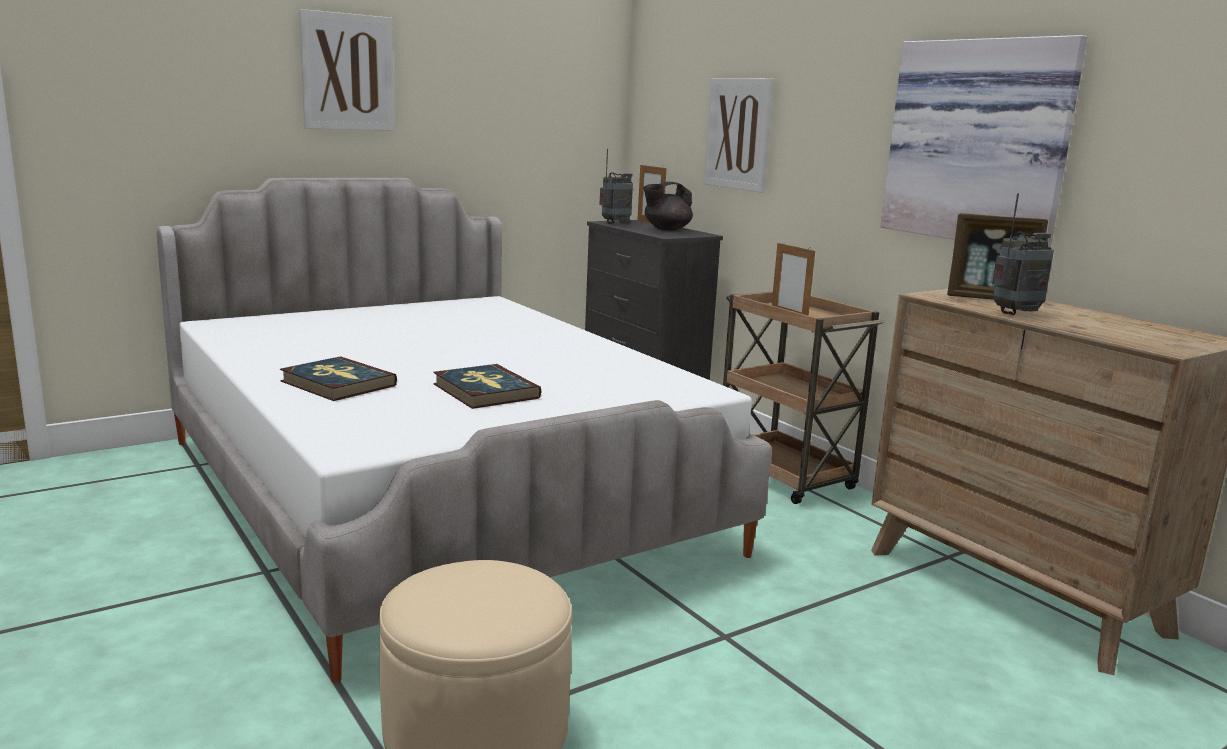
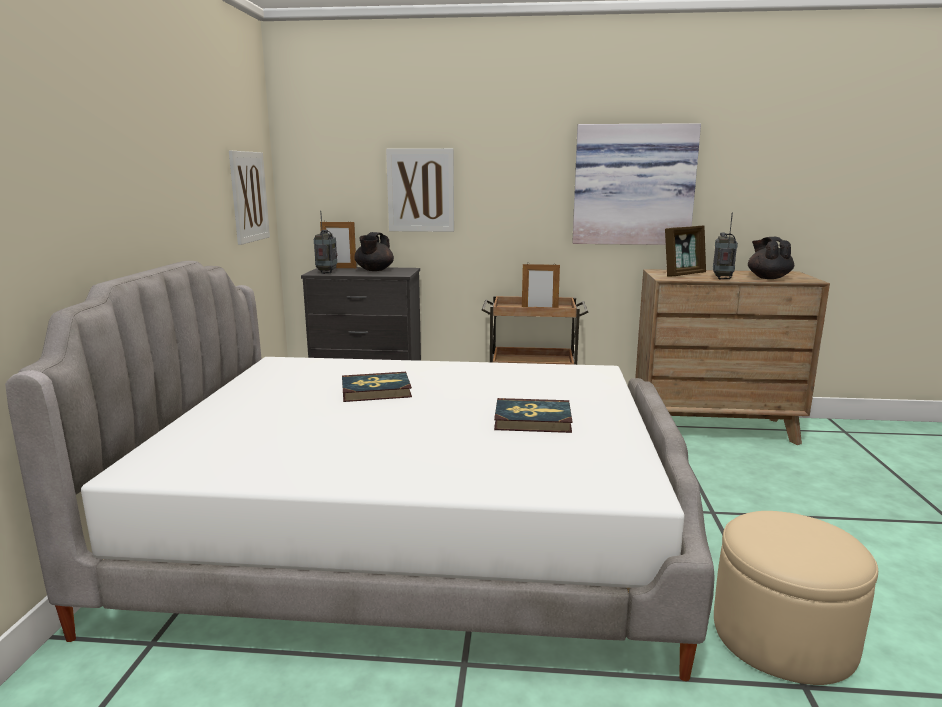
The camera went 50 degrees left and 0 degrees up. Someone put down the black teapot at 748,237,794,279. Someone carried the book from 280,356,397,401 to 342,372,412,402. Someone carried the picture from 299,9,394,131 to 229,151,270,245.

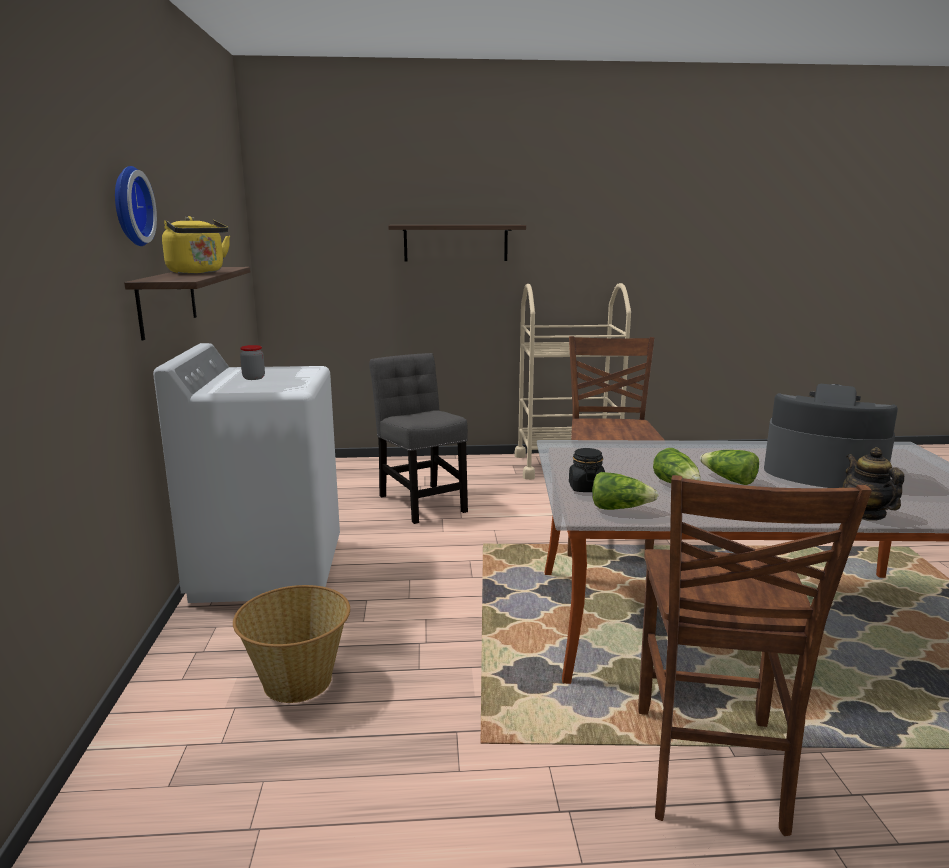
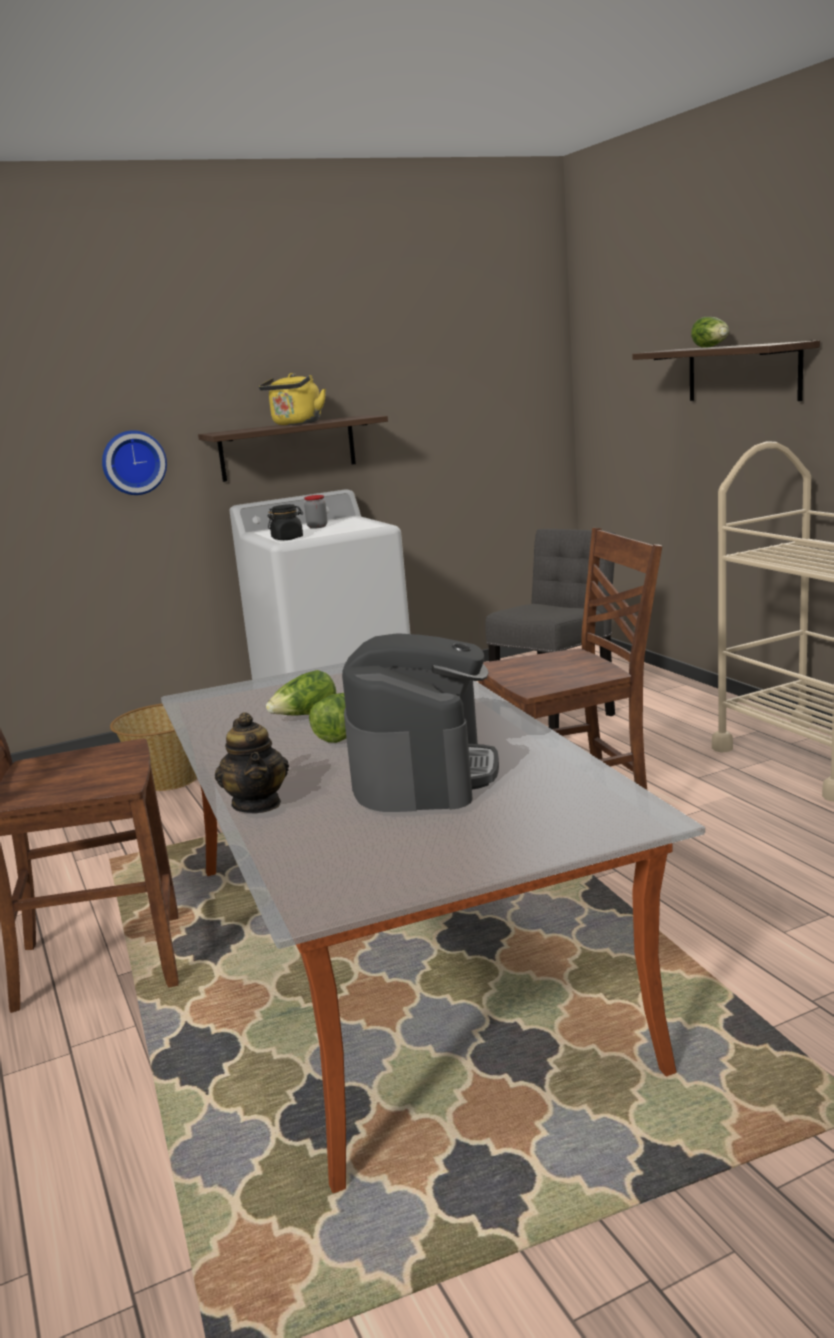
The camera went 70 degrees right and 0 degrees up. Someone carried the wall clock from 115,166,157,246 to 102,430,167,495. Someone carried the black jar from 569,448,605,492 to 268,504,303,540. Someone carried the lettuce from 592,472,659,510 to 691,317,729,347. Someone rotated the teapot at 843,447,904,521 by 105 degrees clockwise.

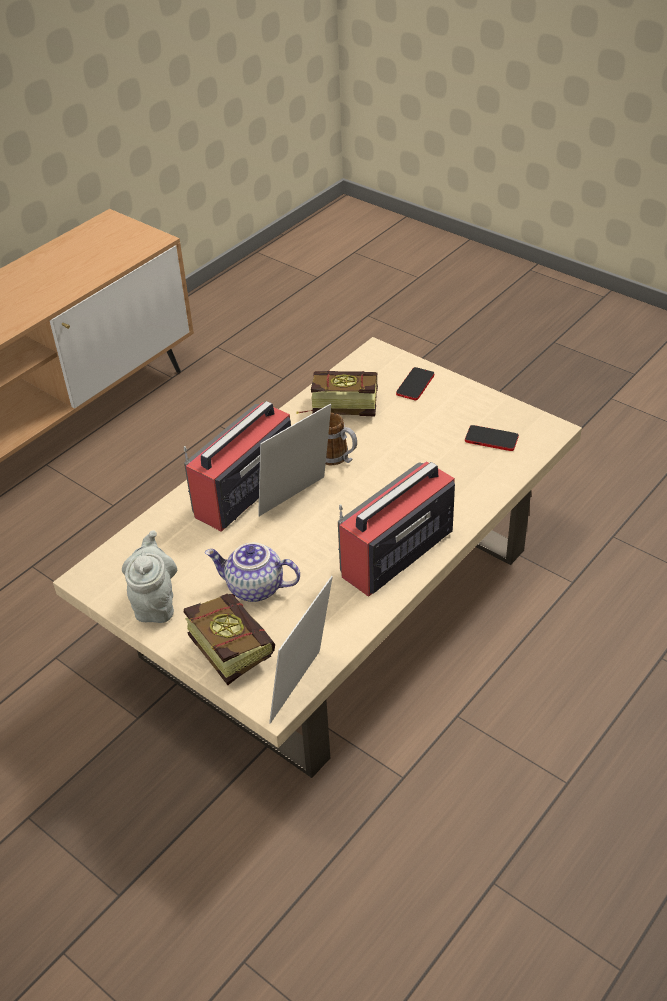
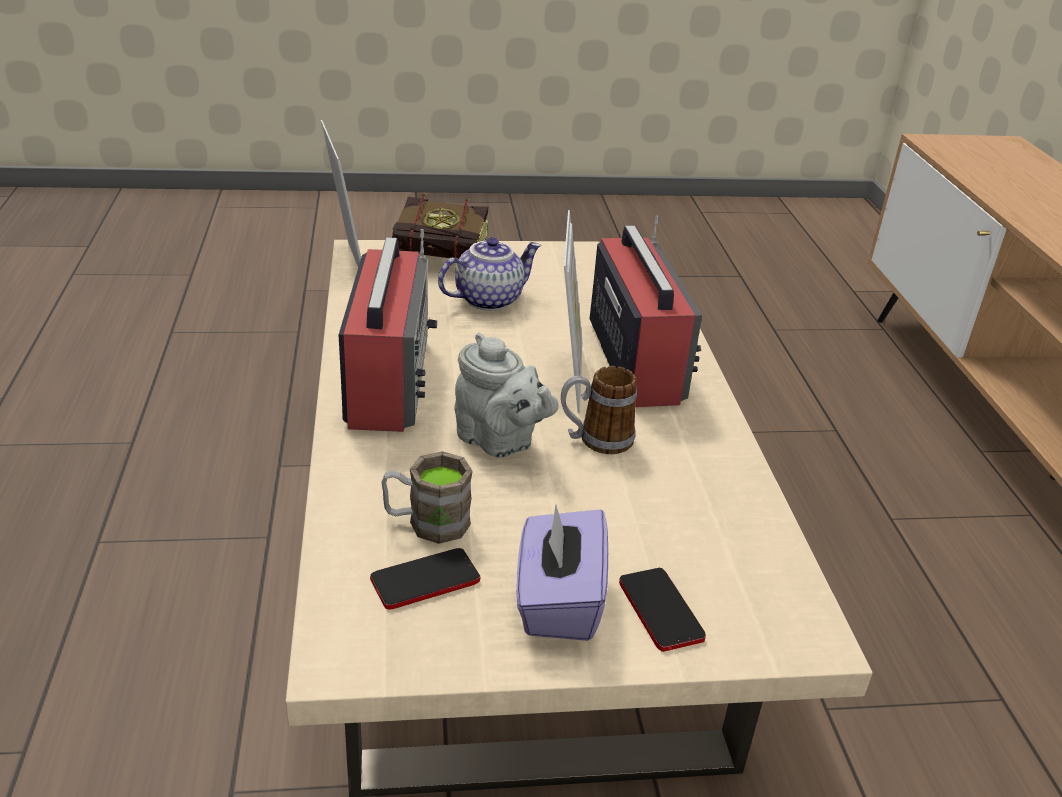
The camera went 130 degrees right and 10 degrees down. Someone took away the book at 296,371,378,416. Someone put down the brown mug at 381,451,473,544. Someone put down the purple tissue box at 516,504,608,641. Someone carried the grey teapot from 122,530,177,623 to 454,333,558,458.

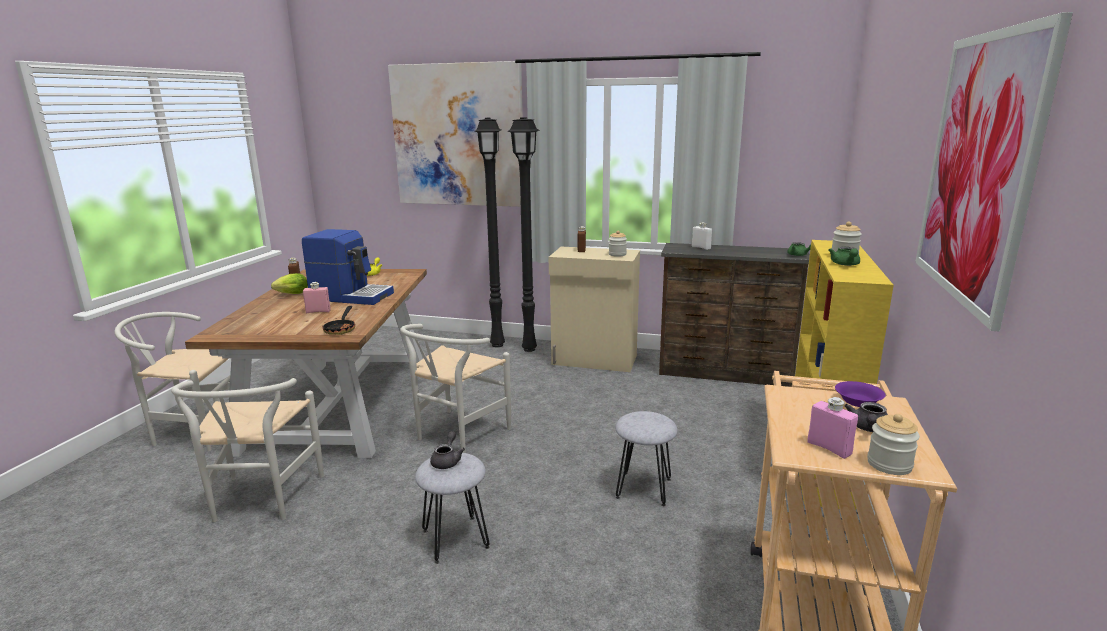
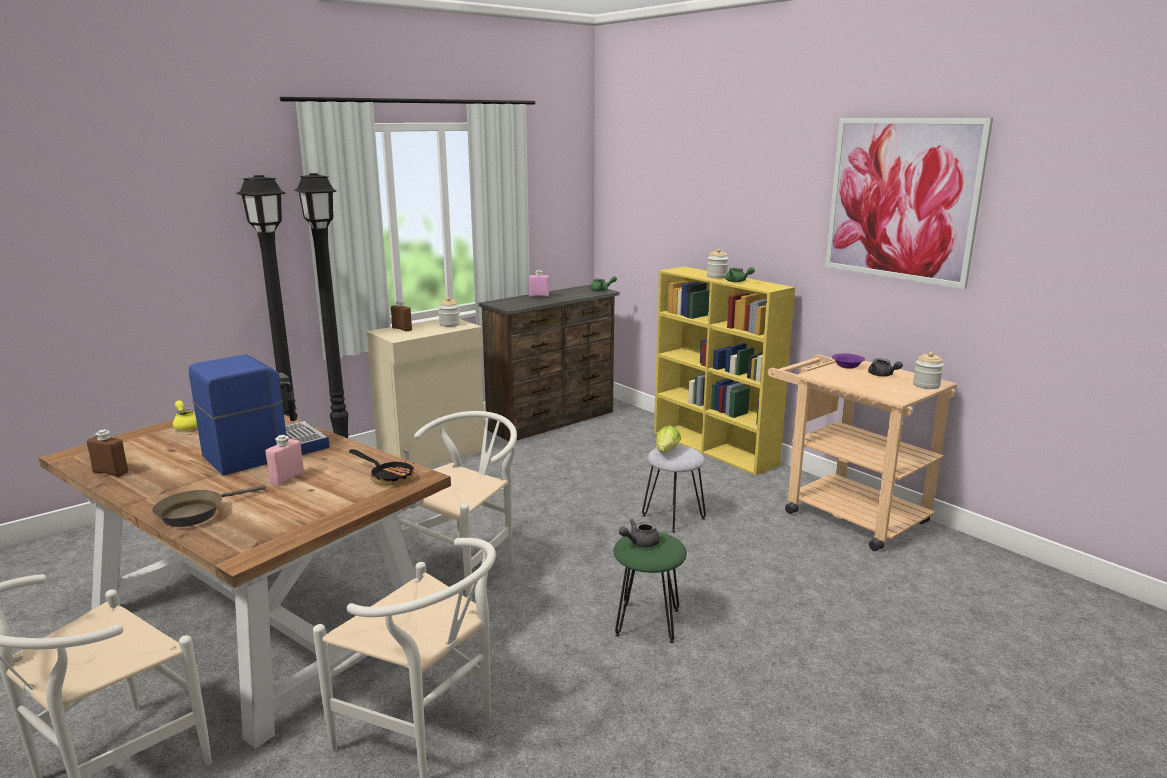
The camera went 55 degrees left and 0 degrees up. Someone took away the picture at 388,61,523,207. Someone took away the white bottle at 692,222,712,250. Someone put down the brown frying pan at 152,485,266,527. Someone carried the lettuce from 271,273,308,294 to 656,425,681,453. Someone carried the pink bottle from 807,397,858,459 to 529,270,549,297. Someone repainted the grey stool at 415,453,489,564, which became the green stool at 614,532,687,643. Someone rotated the white chair at 400,324,511,453 by 120 degrees counterclockwise. Someone rotated the grey teapot at 430,431,465,469 by 75 degrees counterclockwise.

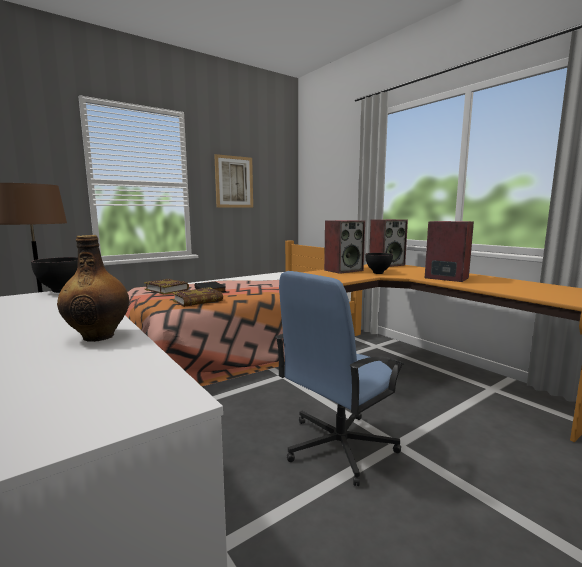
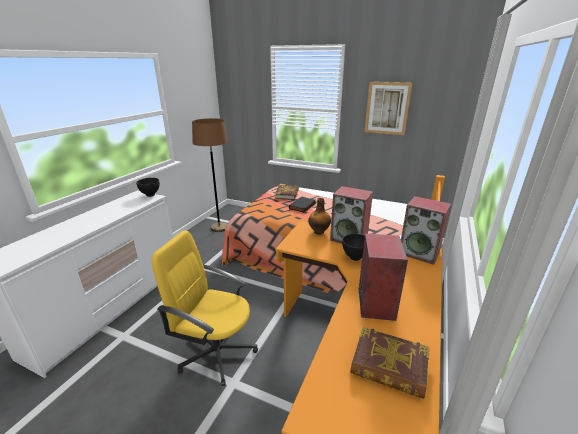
The camera went 60 degrees right and 15 degrees up. Someone carried the bottle from 57,235,129,342 to 308,198,331,234. Someone carried the book from 172,287,223,307 to 350,327,430,399. Someone repainted the blue office chair at 275,271,405,486, which became the yellow office chair at 152,230,258,386.

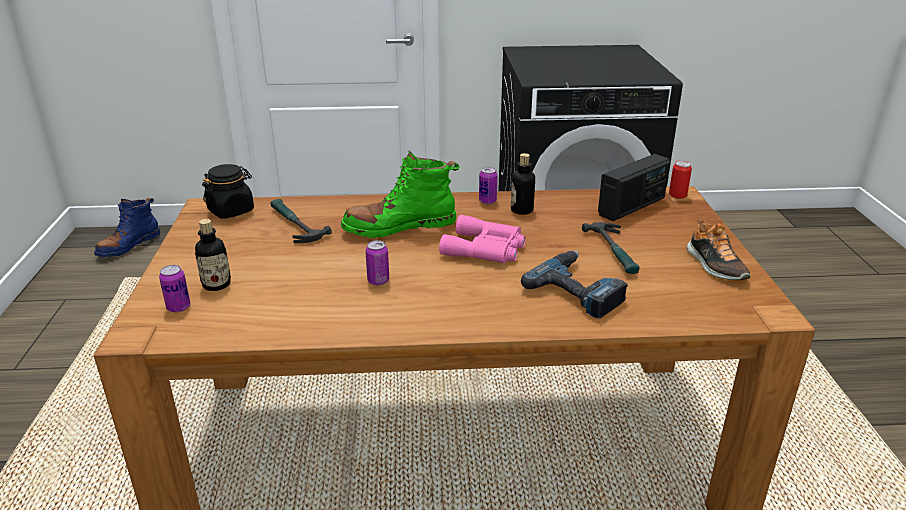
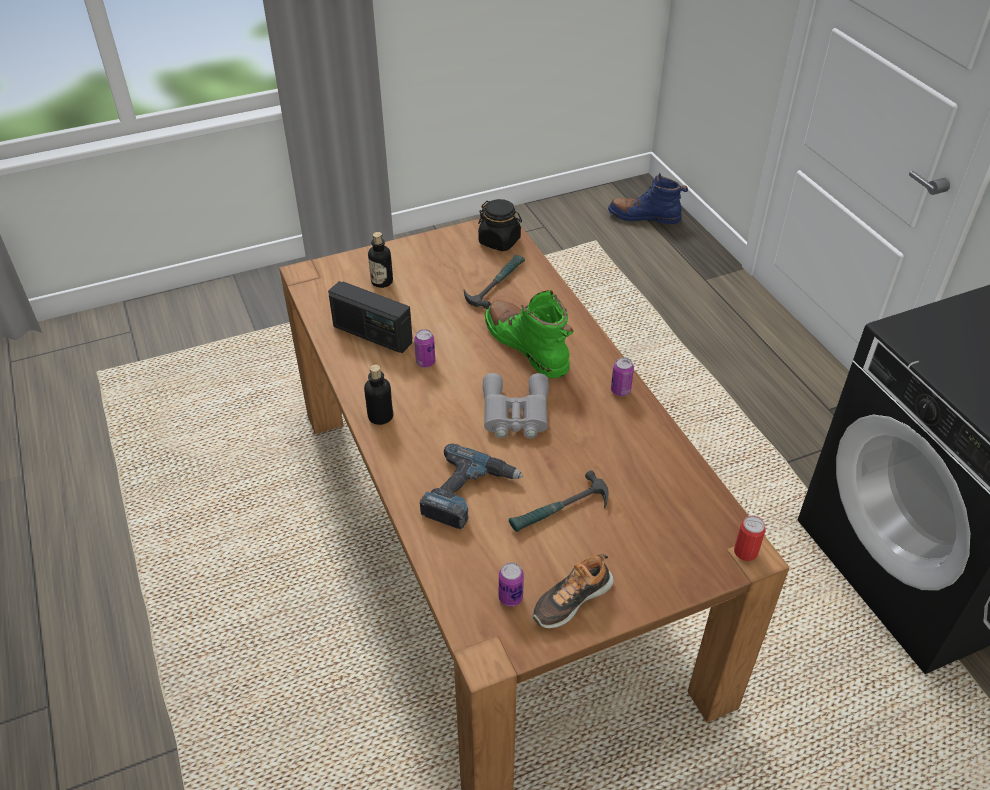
The camera went 70 degrees right and 15 degrees up. Someone carried the can from 159,265,190,312 to 499,562,524,607. Someone carried the bottle from 511,153,535,215 to 364,365,393,425. Someone carried the radio from 598,154,670,221 to 328,281,412,353. Someone repainted the pink binoculars at 439,215,526,263, which became the grey binoculars at 483,373,549,438.

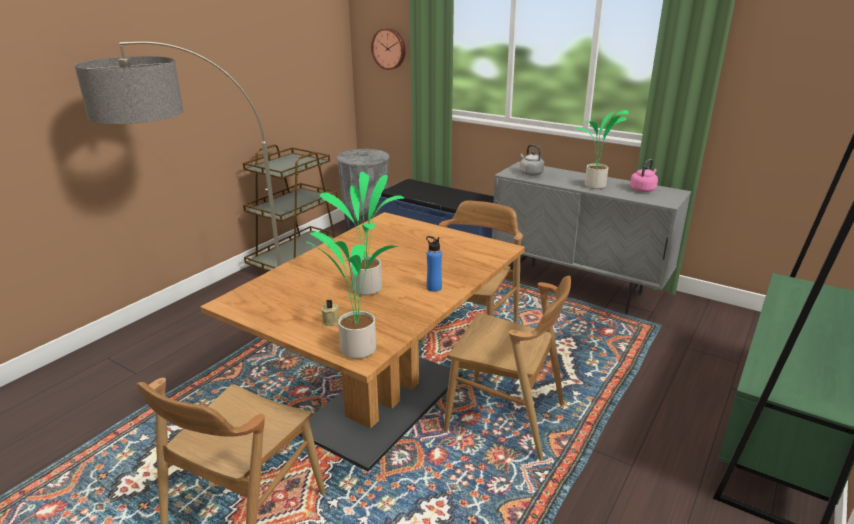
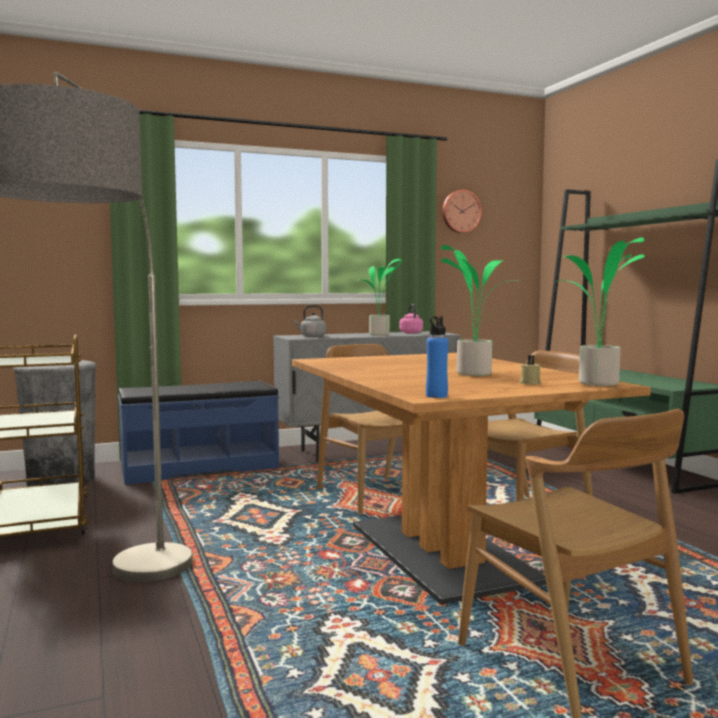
The camera went 55 degrees left and 20 degrees down. Someone carried the wall clock from 371,28,406,70 to 442,190,482,233. Someone carried the blue bottle from 426,236,442,292 to 426,316,448,398.

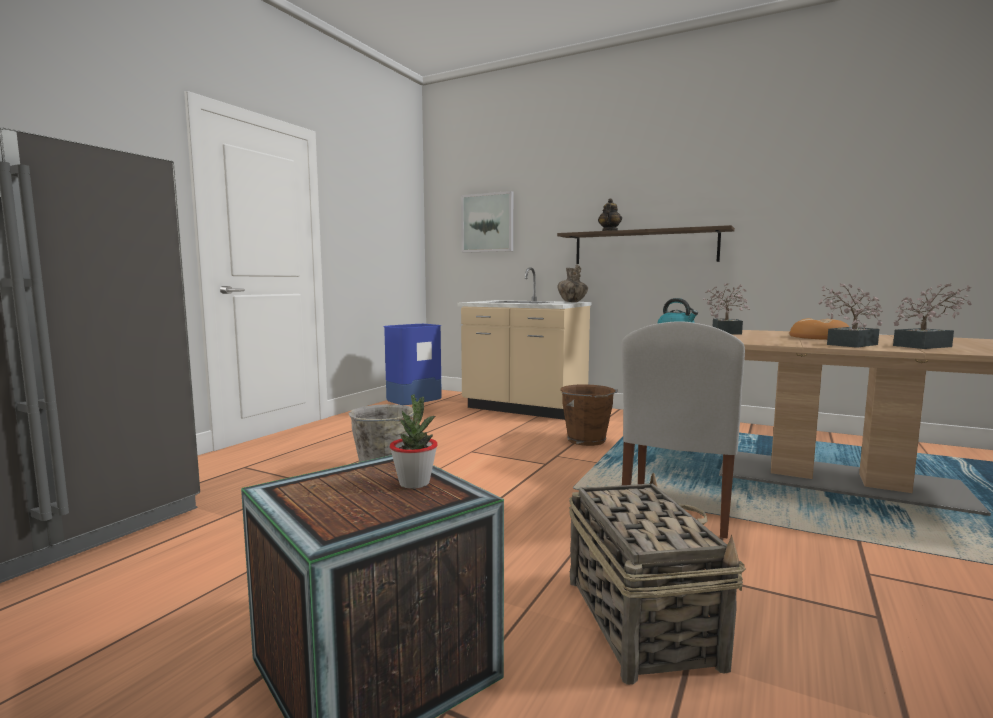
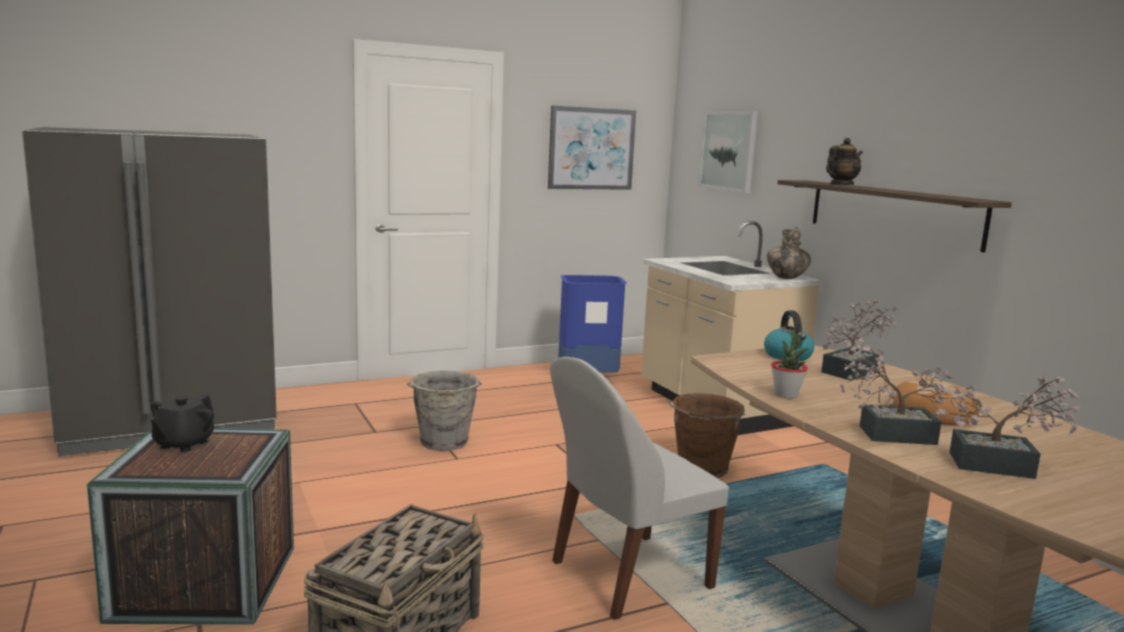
The camera went 35 degrees right and 5 degrees up. Someone put down the black teapot at 150,395,214,452. Someone put up the picture at 548,105,636,190. Someone carried the potted plant from 389,394,438,489 to 771,329,808,398.

